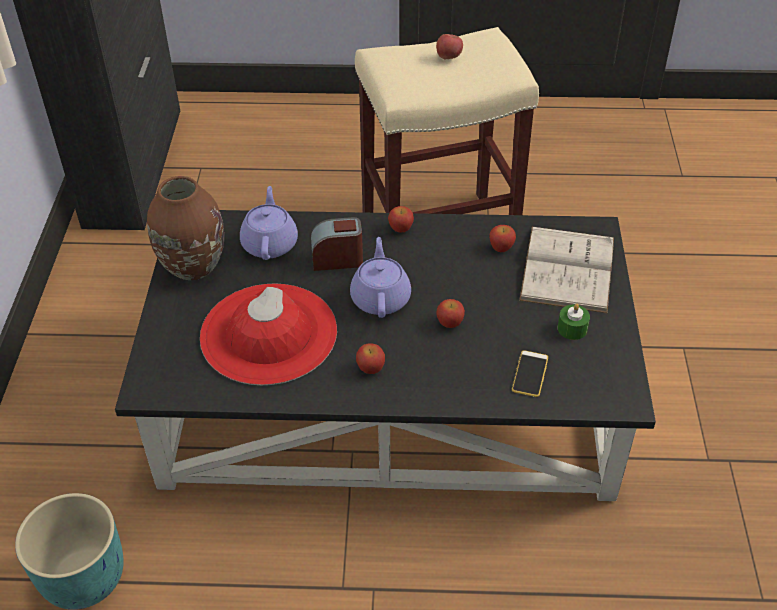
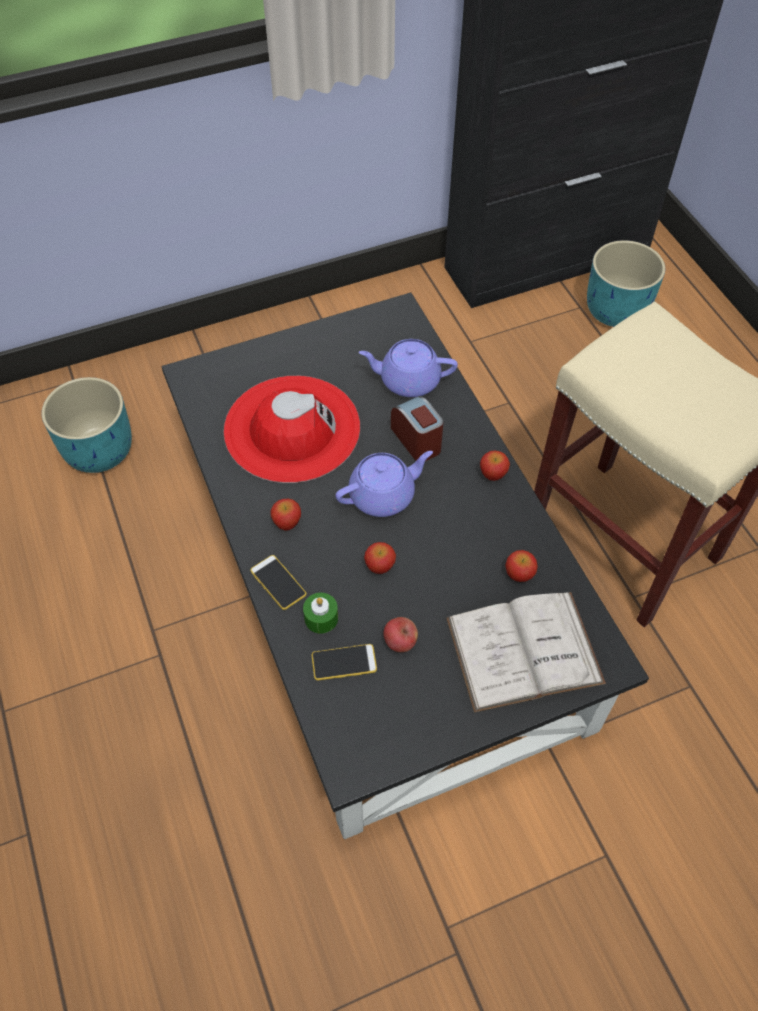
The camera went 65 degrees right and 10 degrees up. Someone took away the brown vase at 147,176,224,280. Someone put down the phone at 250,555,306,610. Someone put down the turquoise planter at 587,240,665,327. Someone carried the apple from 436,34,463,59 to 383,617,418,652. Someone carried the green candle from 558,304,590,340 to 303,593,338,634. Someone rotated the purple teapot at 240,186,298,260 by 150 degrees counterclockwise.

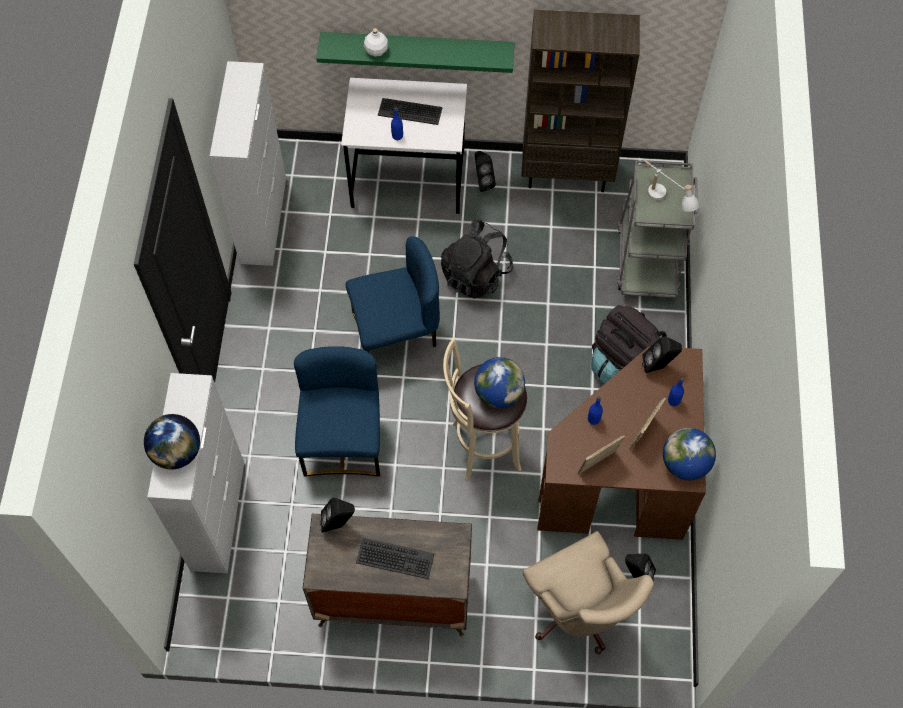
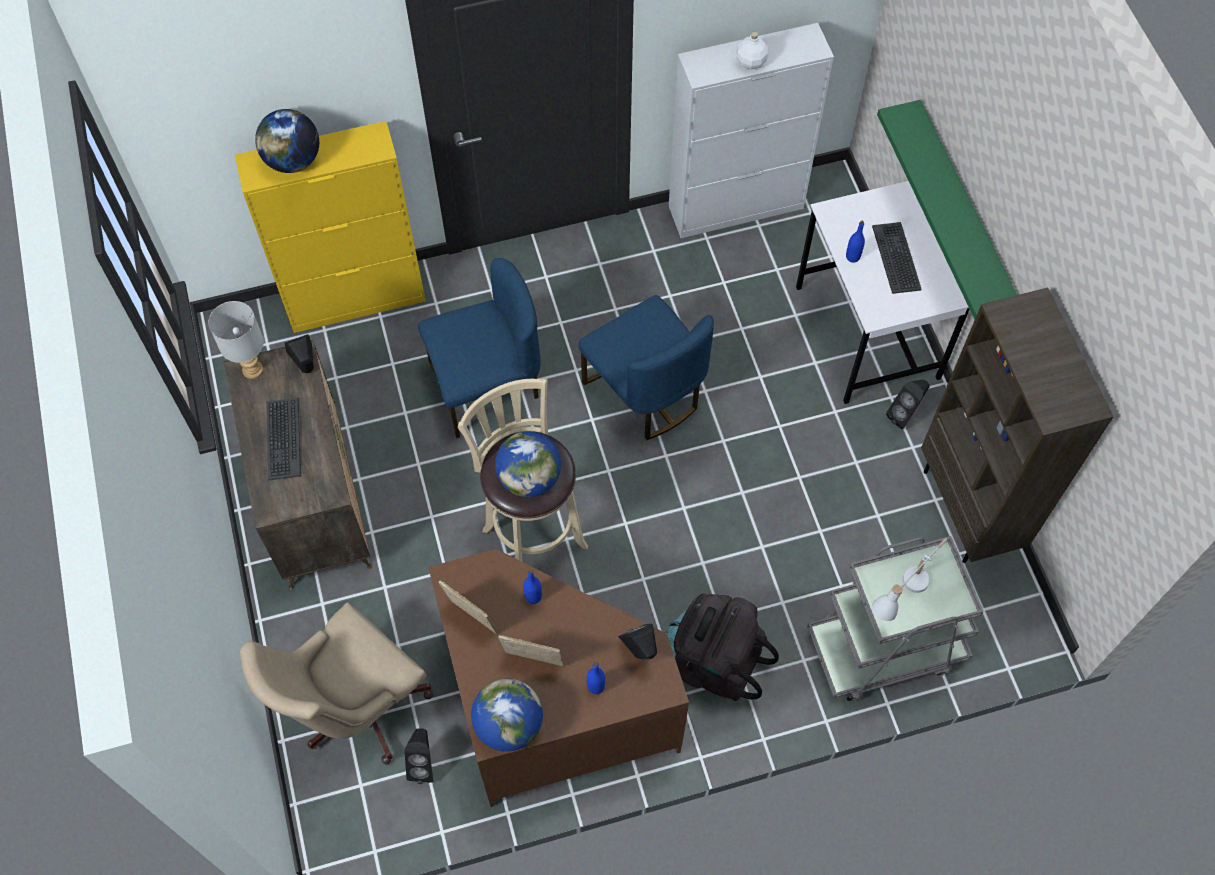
The camera went 70 degrees right and 0 degrees up. Someone took away the black backpack at 441,219,513,298. Someone put down the grey table lamp at 209,301,264,379. Someone carried the white bottle from 364,28,388,57 to 736,32,768,70. Someone repainted the white cabinet at 147,373,244,573, which became the yellow cabinet at 235,121,426,333.

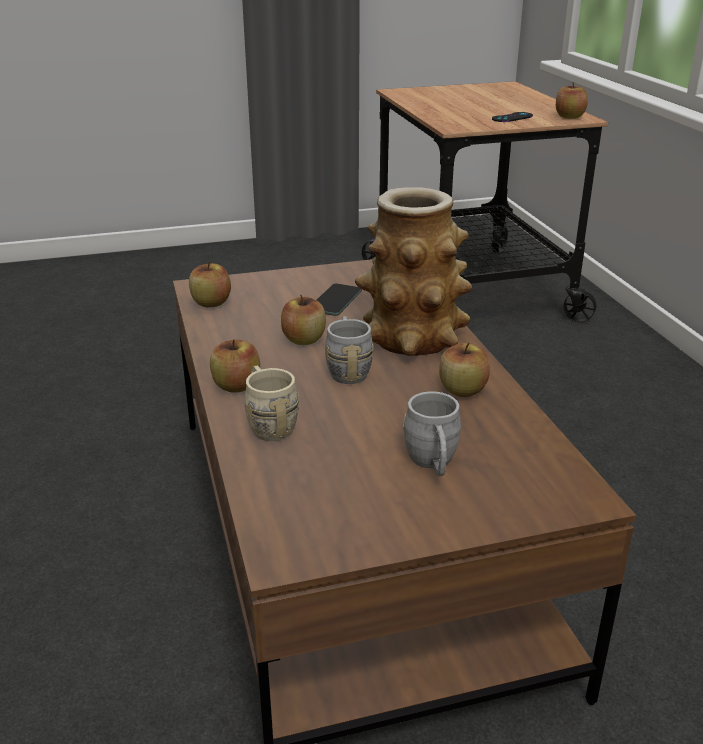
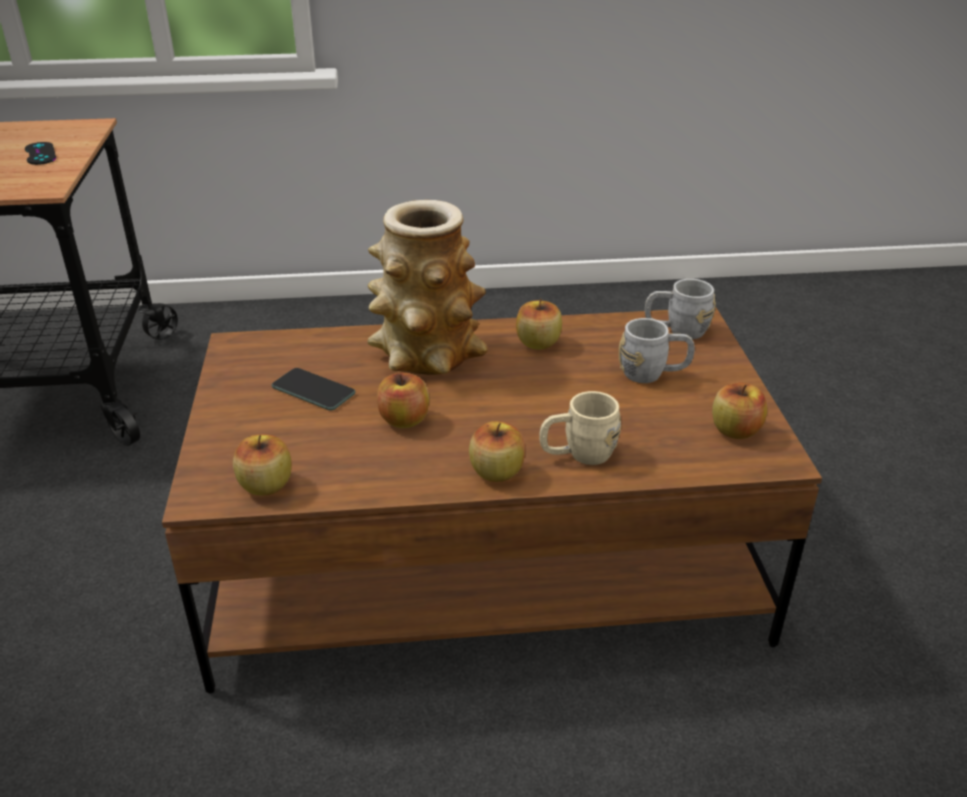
The camera went 80 degrees left and 5 degrees up. Someone carried the grey mug from 325,316,374,384 to 645,279,716,339. Someone carried the apple from 556,82,588,119 to 712,383,767,439.

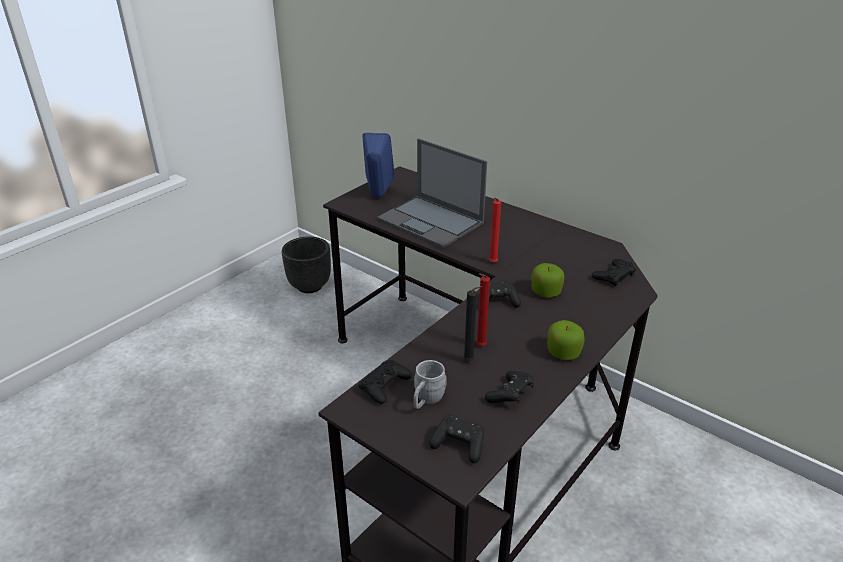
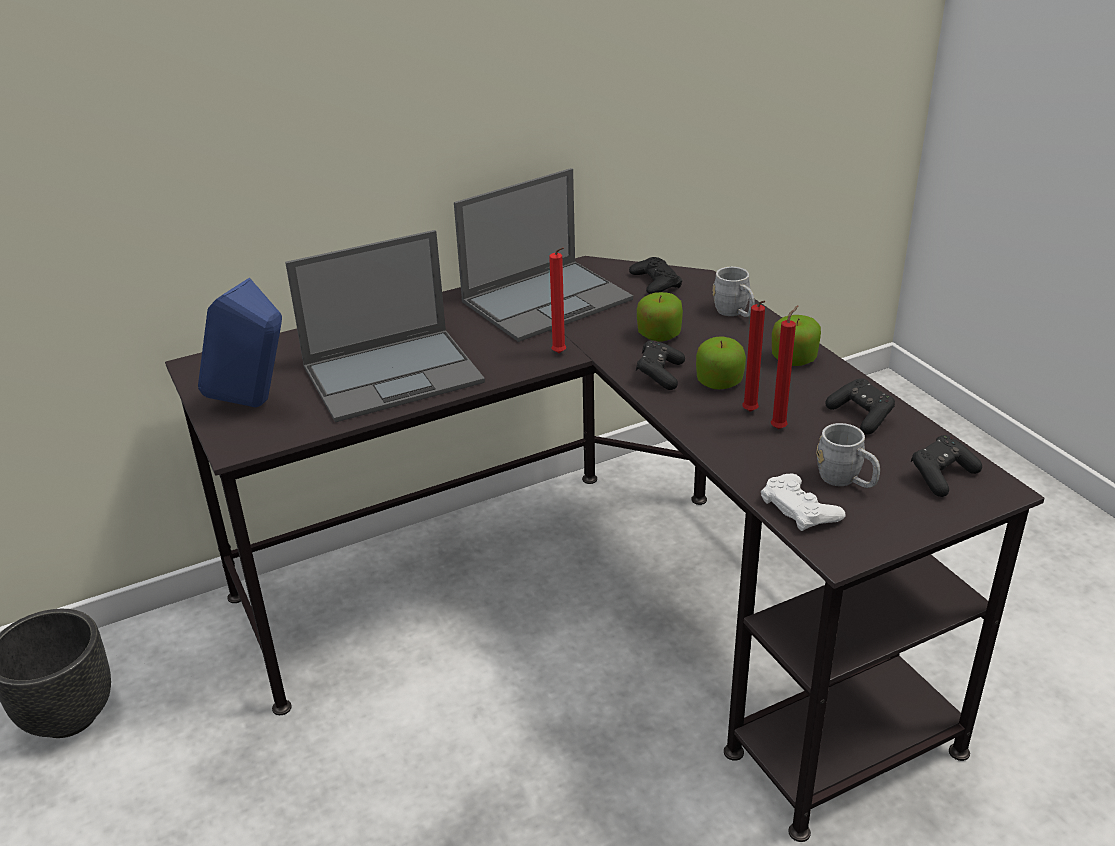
The camera went 65 degrees left and 0 degrees up. Someone put down the laptop at 454,168,633,342. Someone put down the apple at 696,336,746,389. Someone put down the grey mug at 713,267,755,317. Someone repainted the black game controller at 359,360,412,404, which became the white game controller at 761,473,846,531. Someone repainted the black candle at 463,286,482,361, which became the red candle at 771,305,798,429.

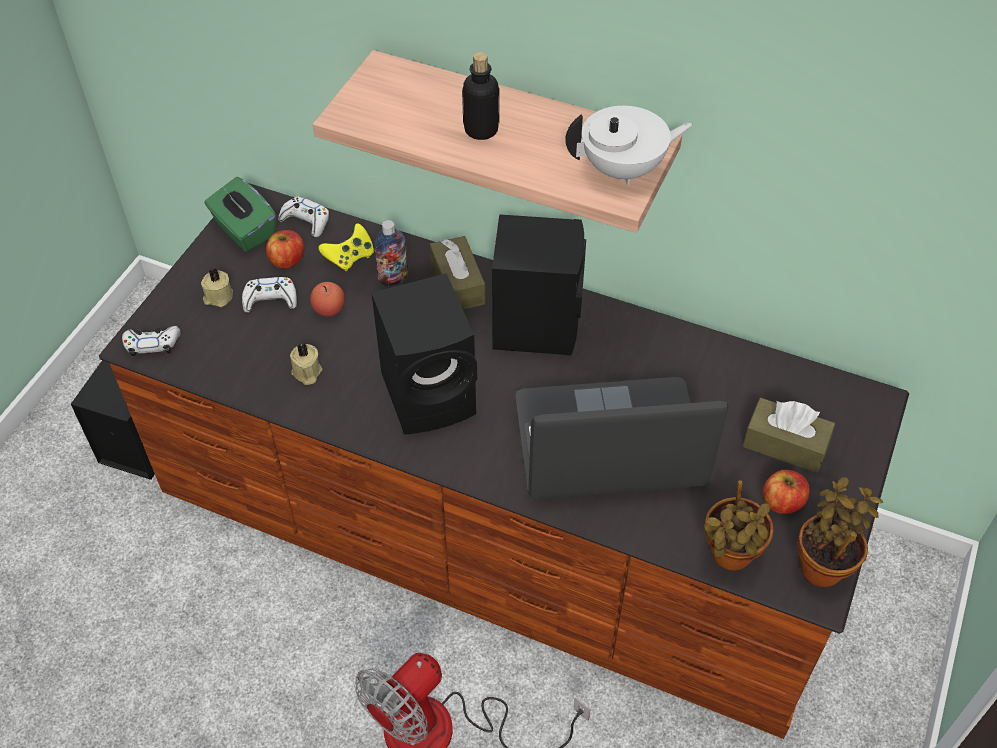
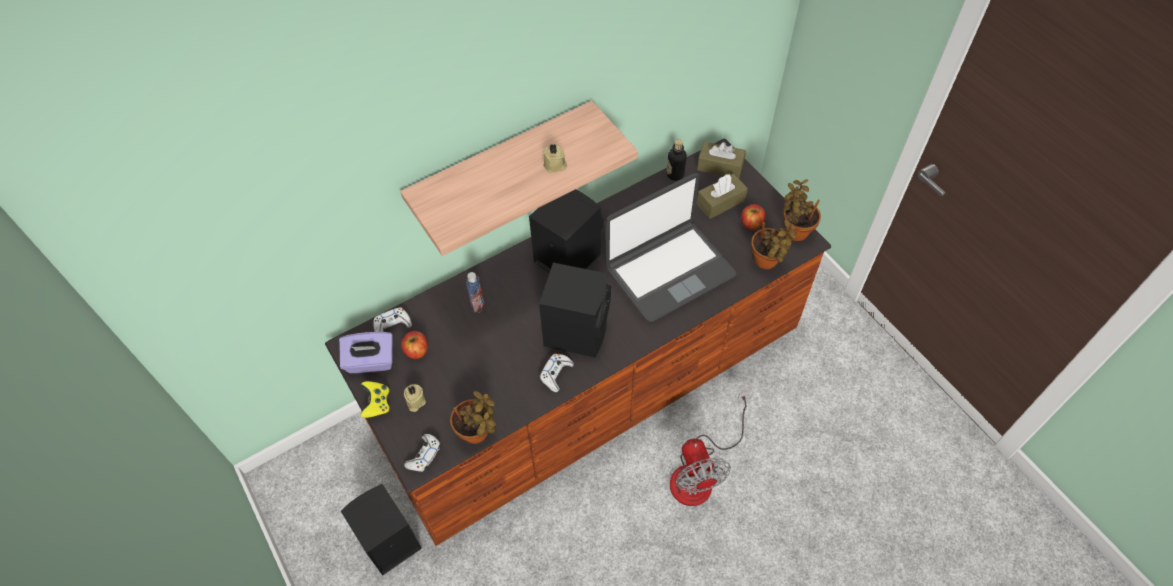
The camera went 55 degrees left and 5 degrees up. Someone took away the apple at 310,282,345,316. Someone took away the white teapot at 565,106,693,185. Someone put down the potted plant at 450,391,496,444. Someone carried the white game controller from 242,277,297,313 to 539,354,574,392. Someone carried the beige candle from 290,343,322,385 to 543,144,567,173. Someone carried the yellow game controller from 318,224,374,271 to 361,381,389,418. Someone carried the brown tissue box from 430,236,485,309 to 697,142,746,178. Someone carried the bottle from 462,52,499,140 to 666,139,687,181. Someone repainted the green tissue box at 204,177,276,252, which became the purple tissue box at 339,332,393,373. Someone rotated the laptop at 515,377,729,500 by 150 degrees counterclockwise.

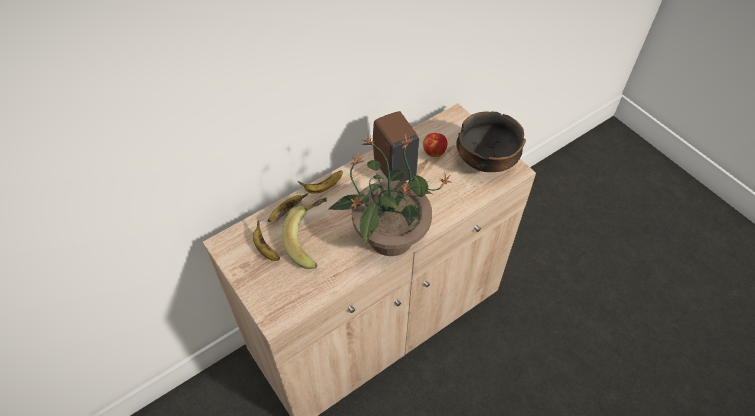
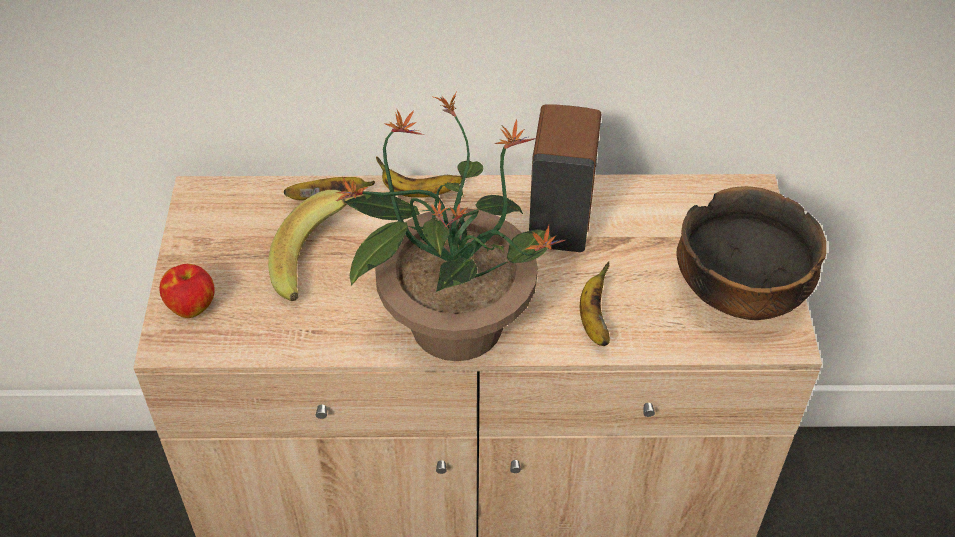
The camera went 35 degrees right and 5 degrees down. Someone carried the banana from 253,221,280,261 to 580,261,610,346. Someone carried the apple from 423,133,447,157 to 159,264,215,318.

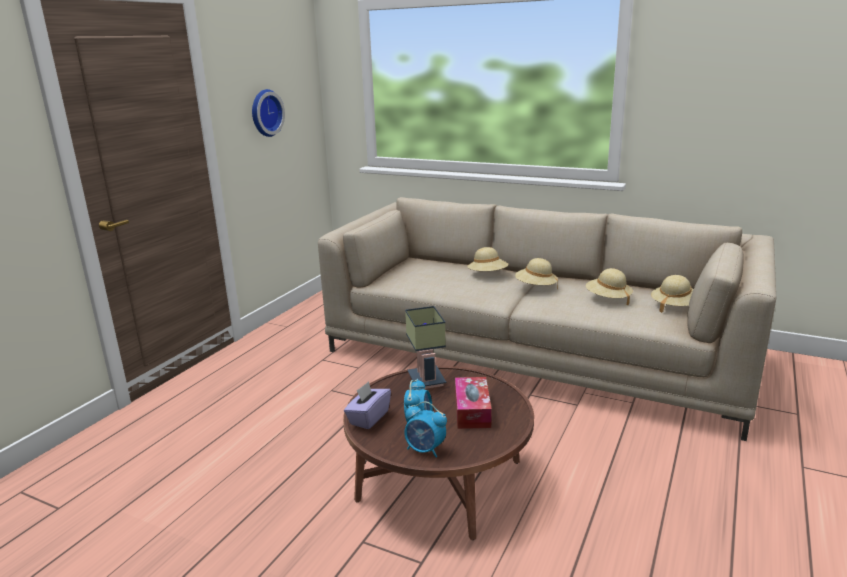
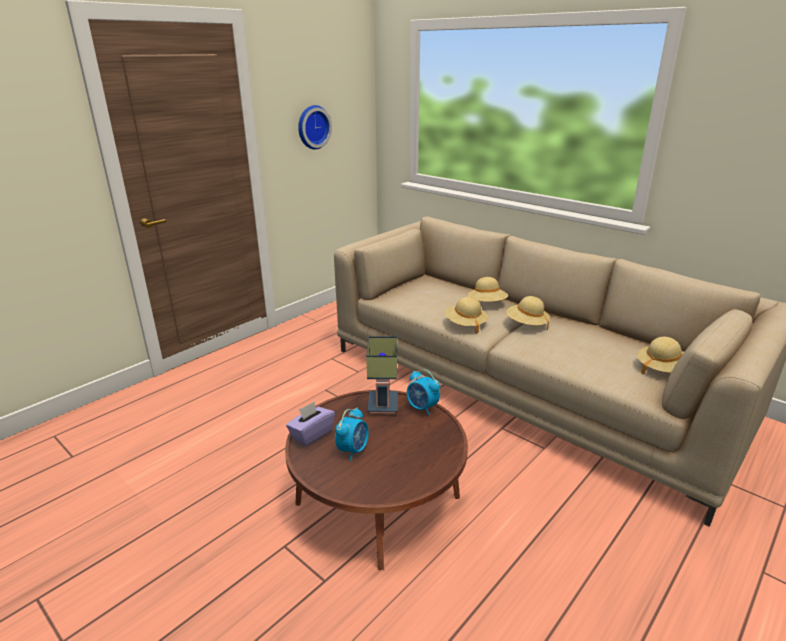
The camera went 15 degrees right and 5 degrees up. Someone took away the tissue box at 455,377,492,429. Someone carried the alarm clock from 404,401,447,458 to 407,370,440,415. Someone carried the beige hat from 586,268,633,305 to 445,297,488,334.

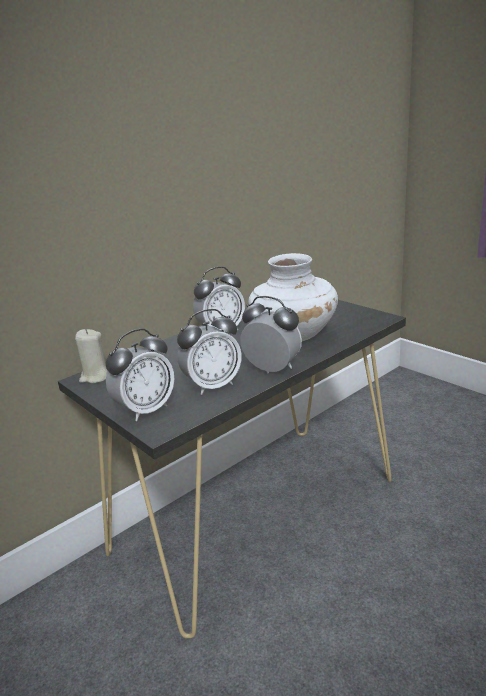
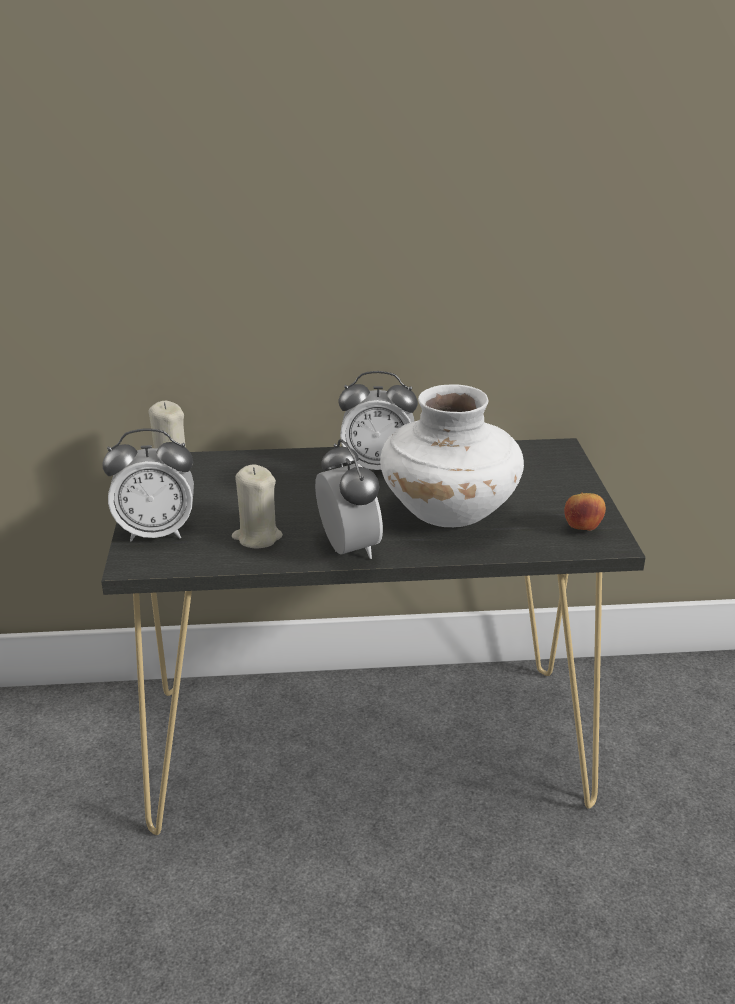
The camera went 35 degrees right and 5 degrees up. Someone put down the apple at 564,492,606,531. Someone swapped the alarm clock at 177,309,241,395 for the beige candle at 232,464,283,549.

